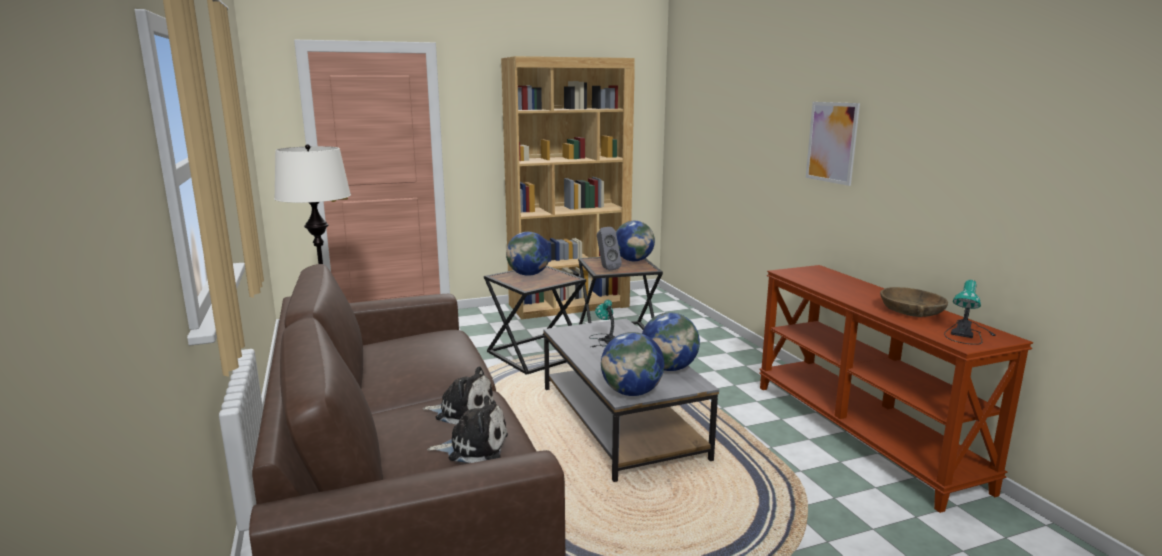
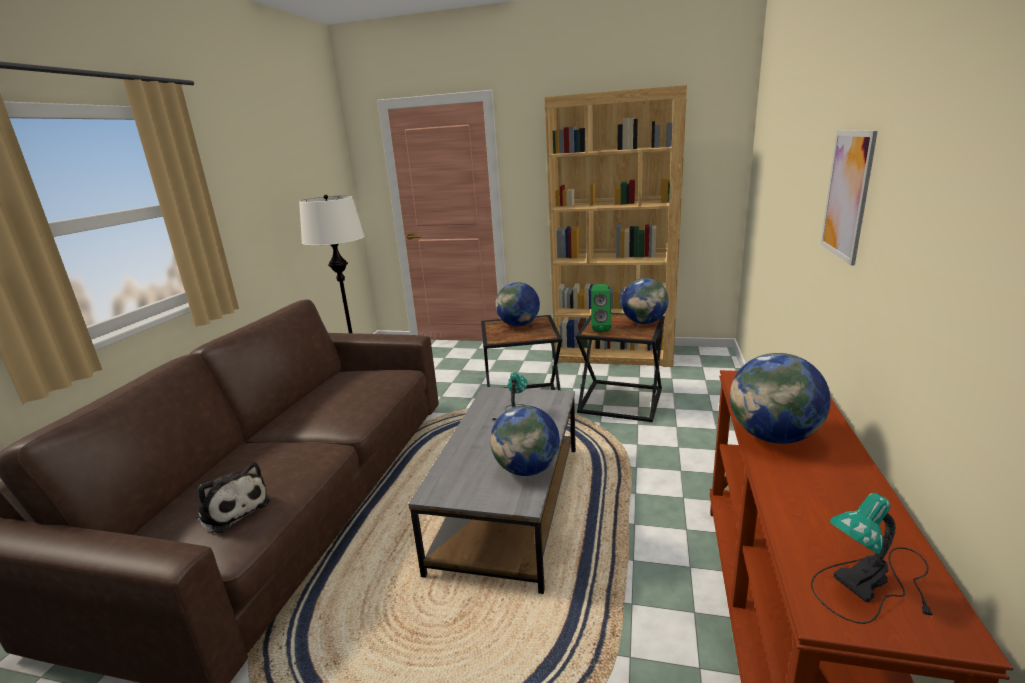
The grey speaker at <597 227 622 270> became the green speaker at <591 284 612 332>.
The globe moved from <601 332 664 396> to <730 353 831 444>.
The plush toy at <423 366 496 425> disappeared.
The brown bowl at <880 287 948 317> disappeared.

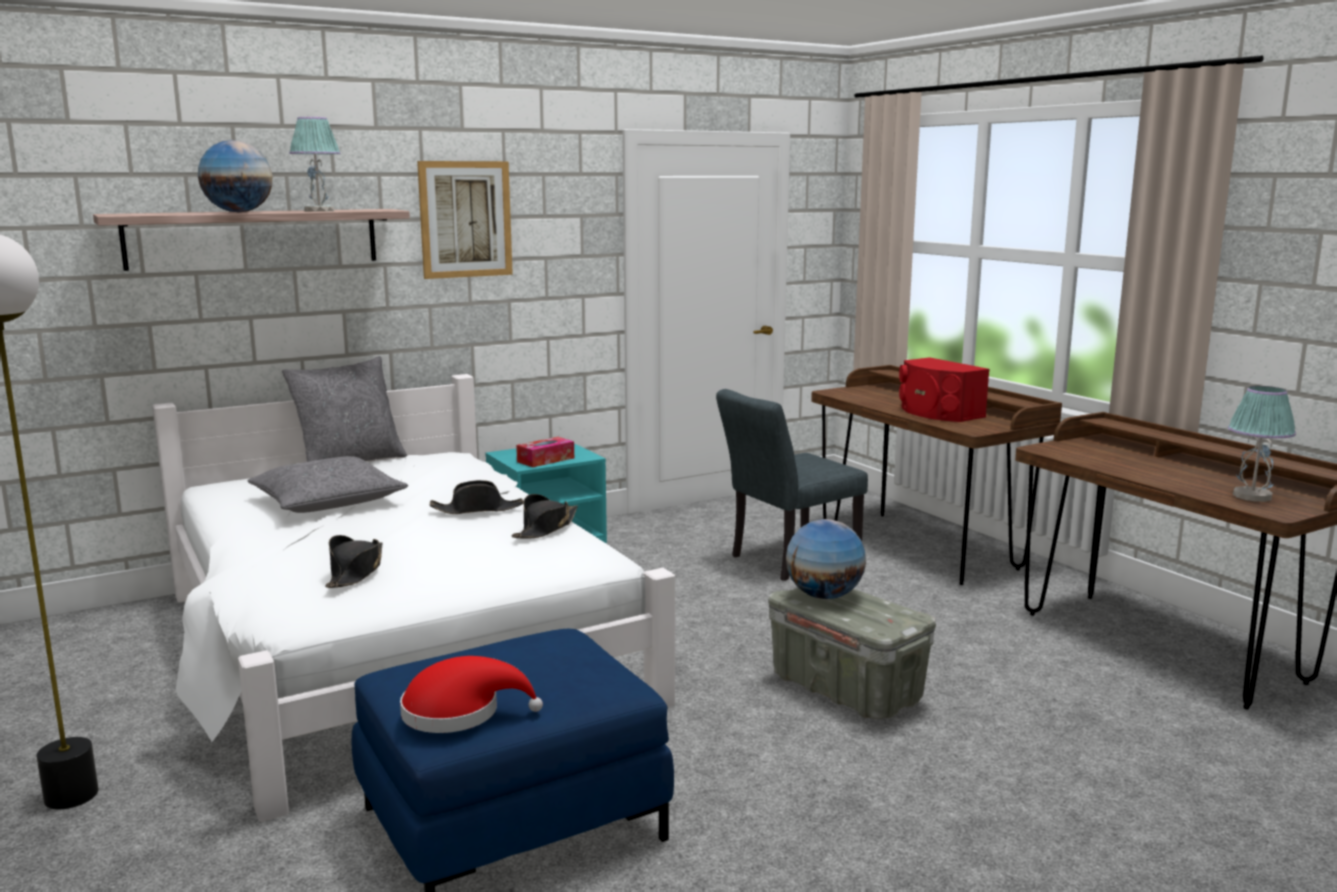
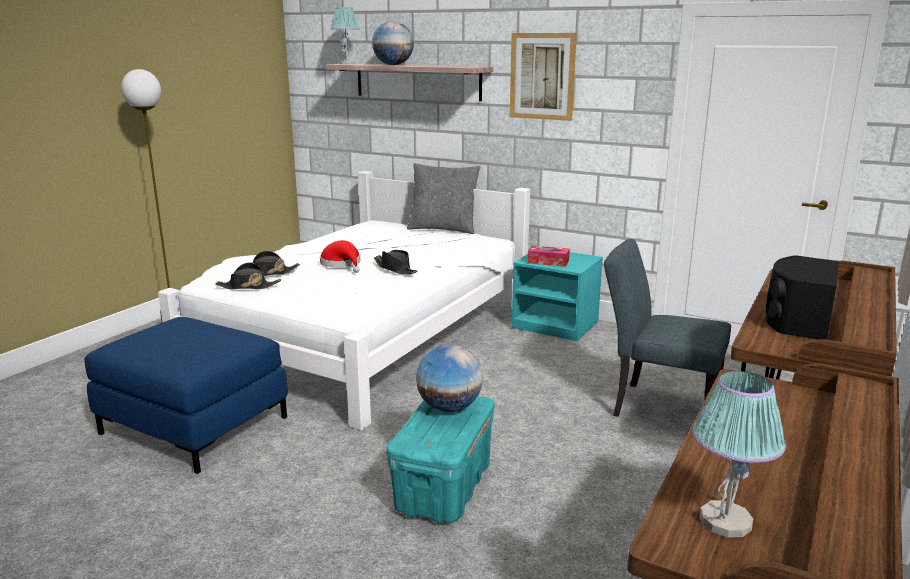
The black hat moved from <511 494 578 539> to <215 262 281 289>.
The red hat moved from <400 656 543 733> to <320 240 360 273>.
The table lamp moved from <289 117 341 212> to <331 7 360 64>.
The grey storage box at <768 587 936 719> became the turquoise storage box at <386 397 495 523>.
The red speaker at <899 357 990 422> became the black speaker at <766 255 839 340>.
The grey pillow at <247 456 408 513> disappeared.

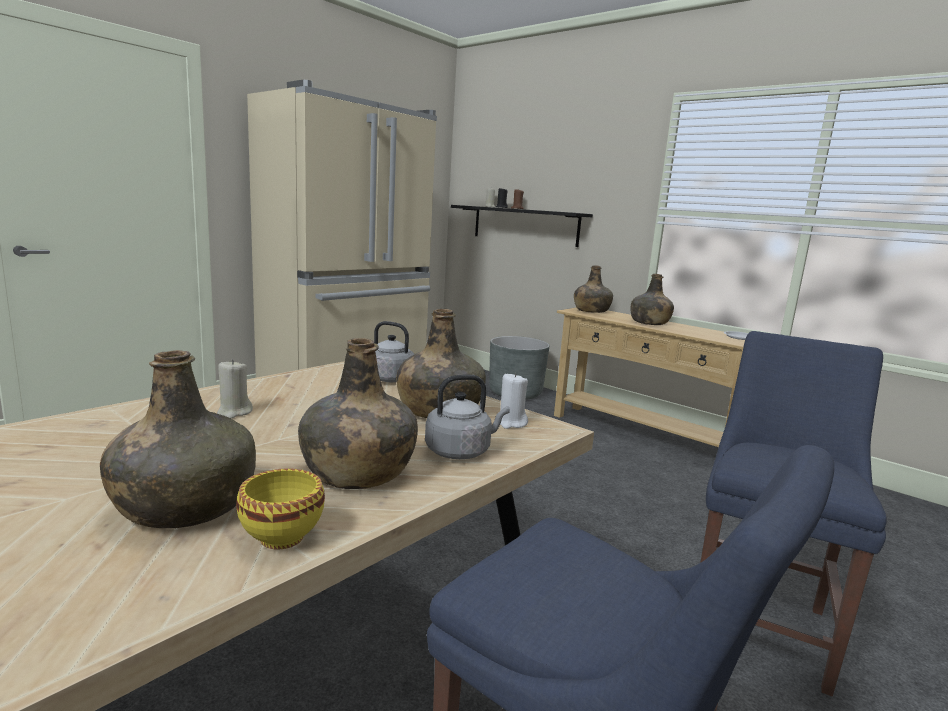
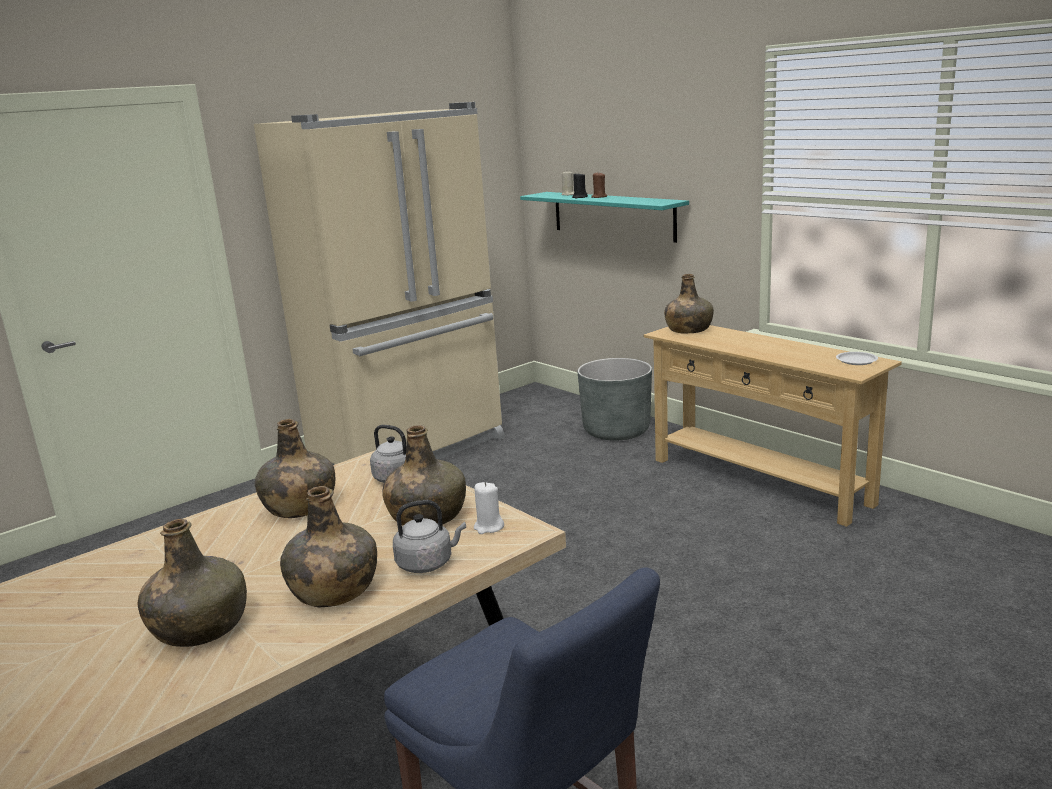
The green bottle moved from <630 274 674 325> to <255 419 335 518>.
The black shelf at <451 205 593 247> became the turquoise shelf at <520 192 689 243>.
The beige candle at <217 359 253 418> disappeared.
The yellow bowl at <236 468 325 550> disappeared.
The blue chair at <700 331 887 696> disappeared.

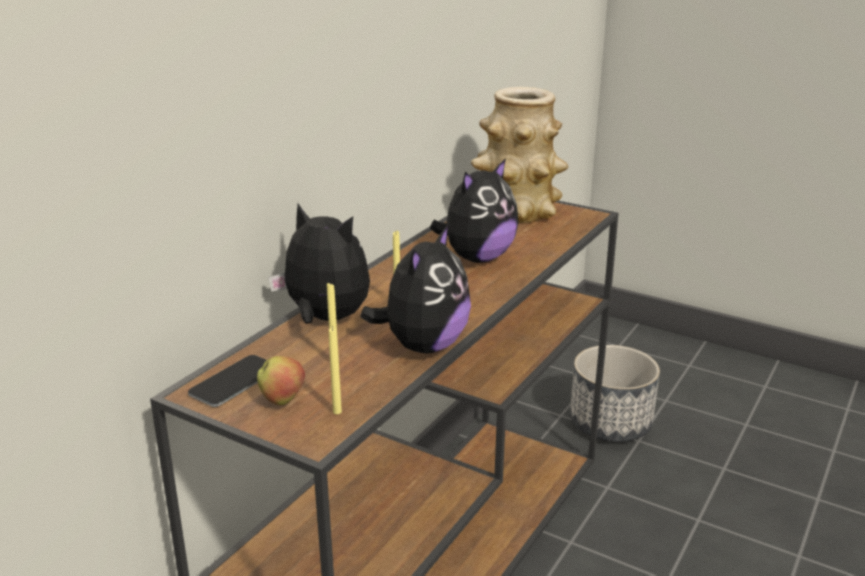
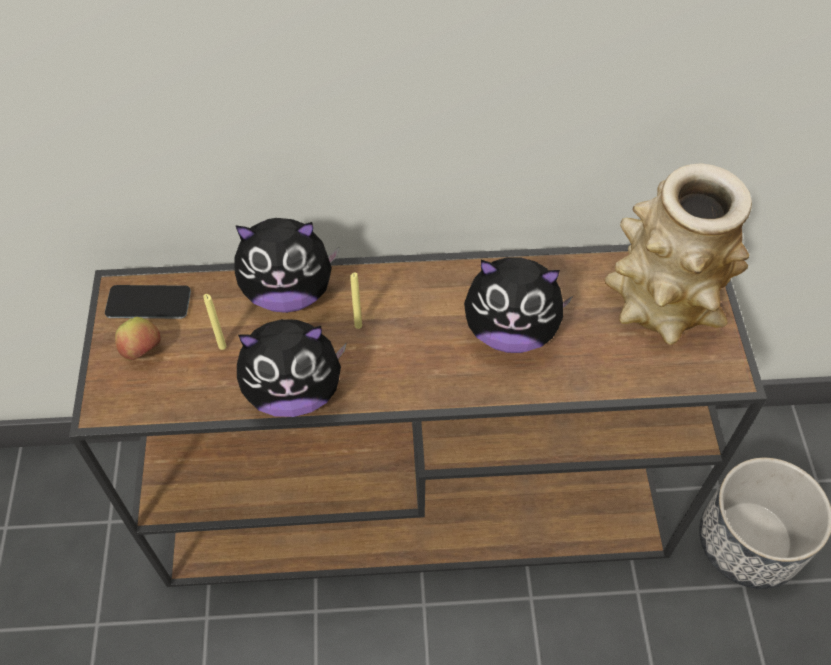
The plush toy at <268 204 370 324> turned 90 degrees clockwise.
The yellow candle at <329 326 342 414> disappeared.

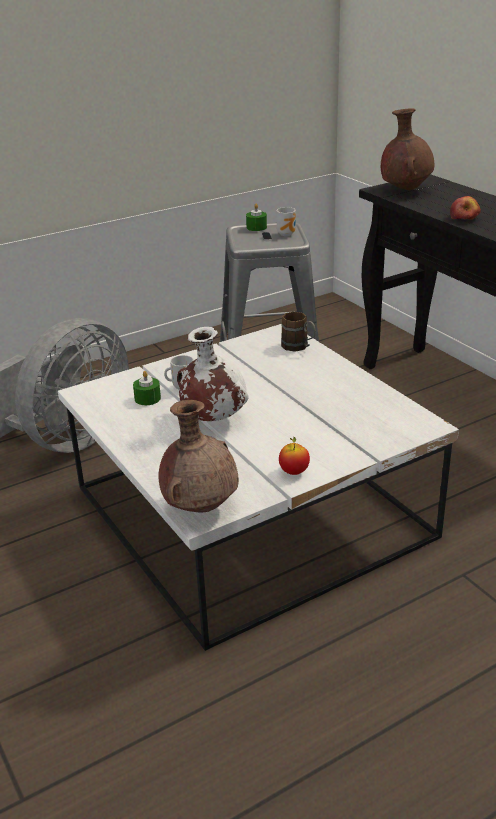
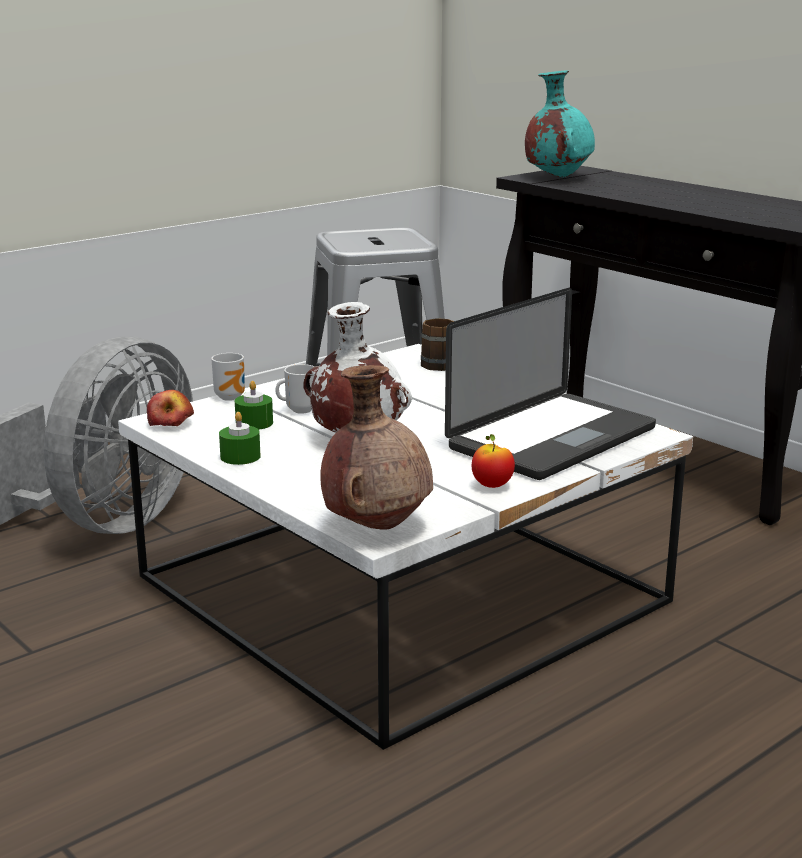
The apple moved from <450 196 481 220> to <147 390 194 426>.
The mug moved from <276 207 296 236> to <211 353 245 401>.
The green candle moved from <246 203 267 231> to <219 412 261 465>.
The laptop at <445 288 656 480> appeared.
The brown vase at <381 109 434 190> became the turquoise vase at <525 71 595 177>.

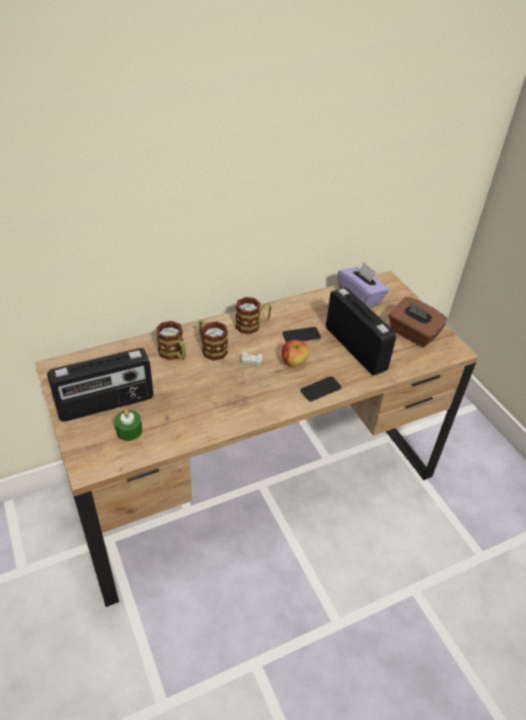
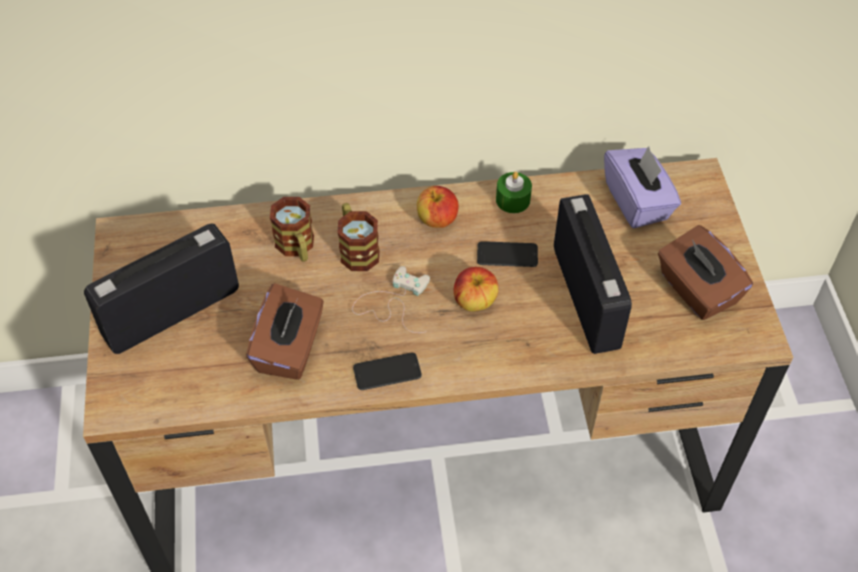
The radio at <47 348 154 422> turned 150 degrees clockwise.
The brown tissue box at <246 283 324 380> appeared.
The phone moved from <300 376 342 402> to <353 353 422 390>.
The mug at <235 297 272 334> was replaced by the apple at <417 186 459 228>.
The green candle moved from <114 410 142 441> to <496 172 532 213>.

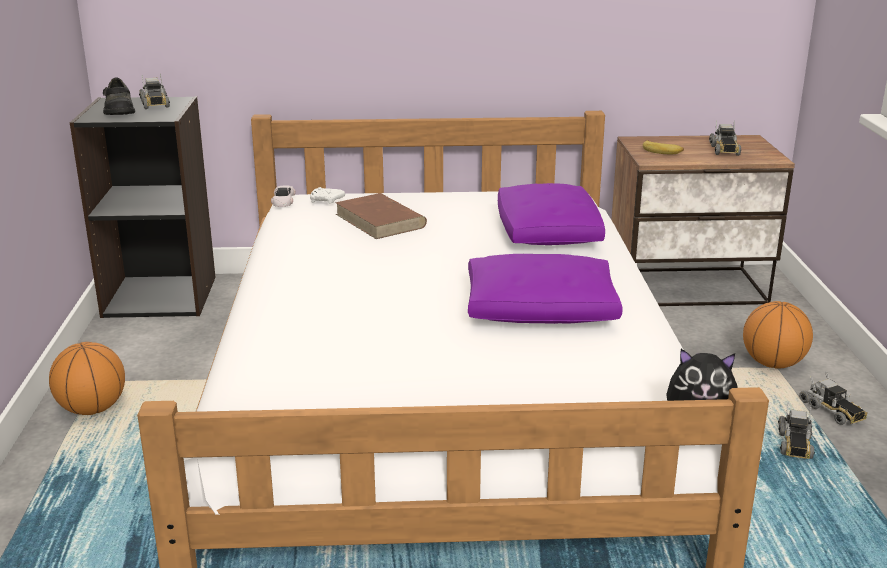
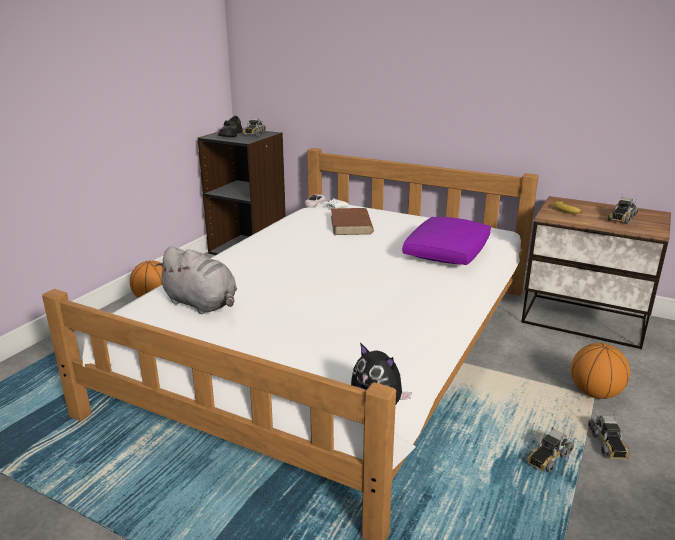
The grey plush toy at <155 246 237 314> appeared.
The purple pillow at <468 254 623 324> disappeared.

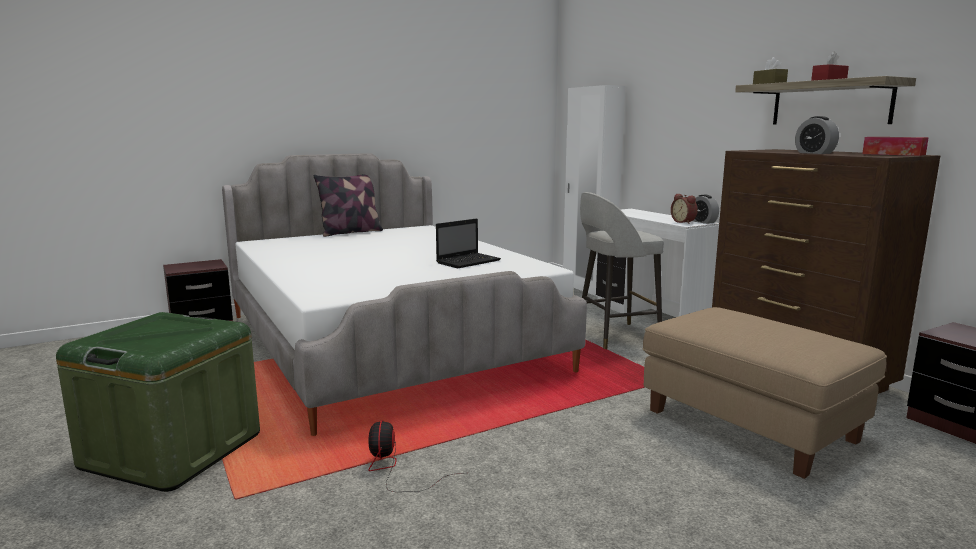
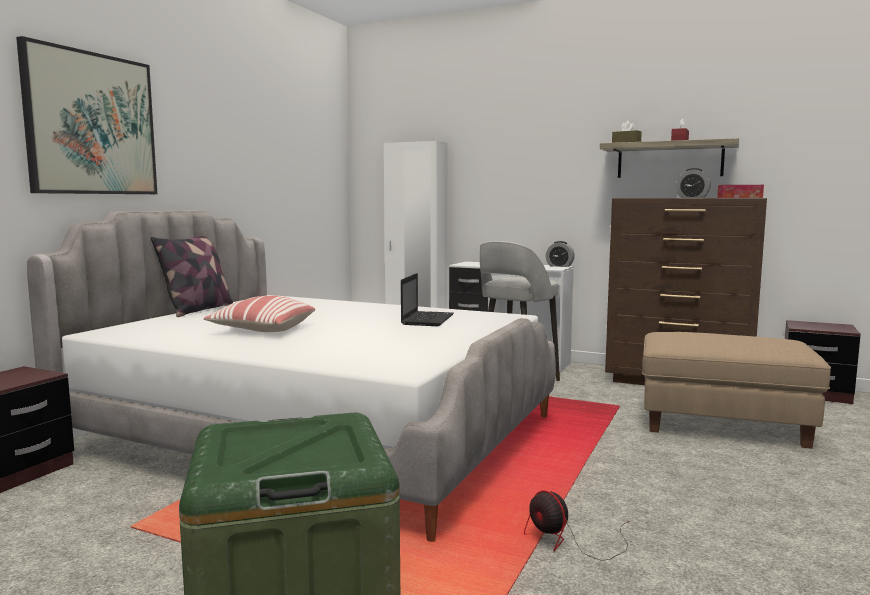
The picture at <16 36 157 194> appeared.
The pillow at <203 296 315 332> appeared.
The alarm clock at <671 194 698 224> disappeared.

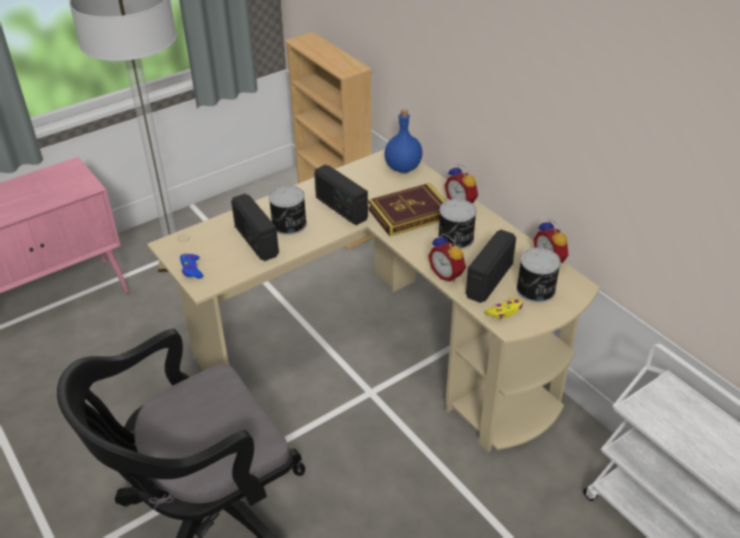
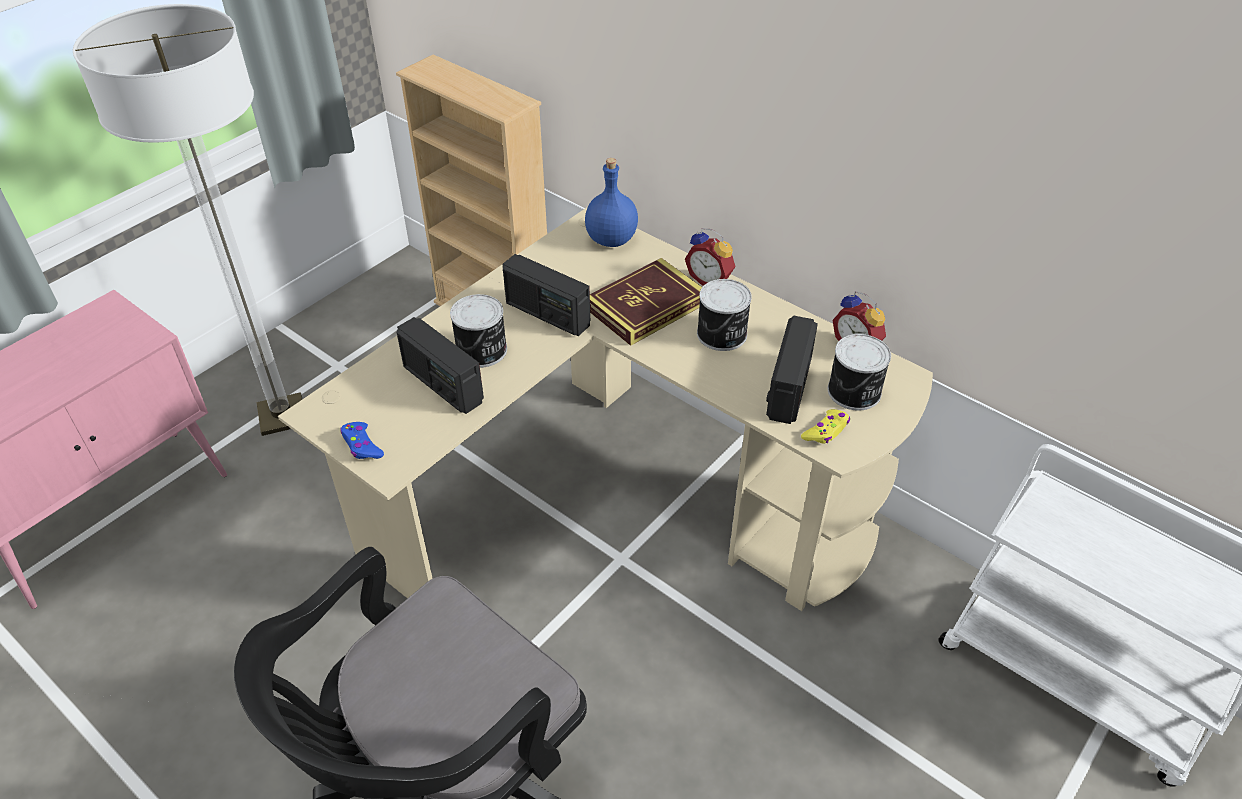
The alarm clock at <428 234 466 282> disappeared.

